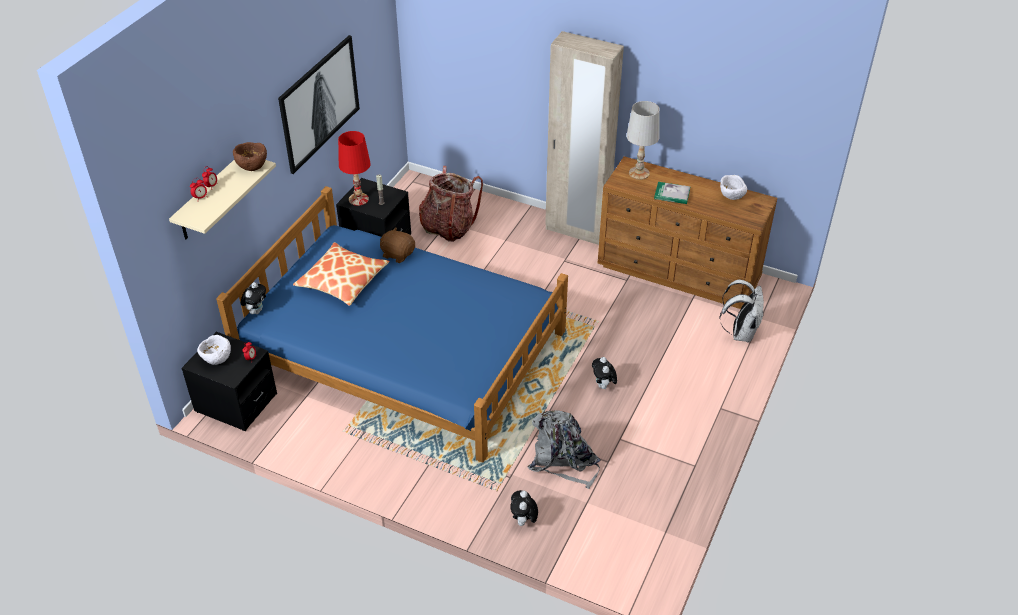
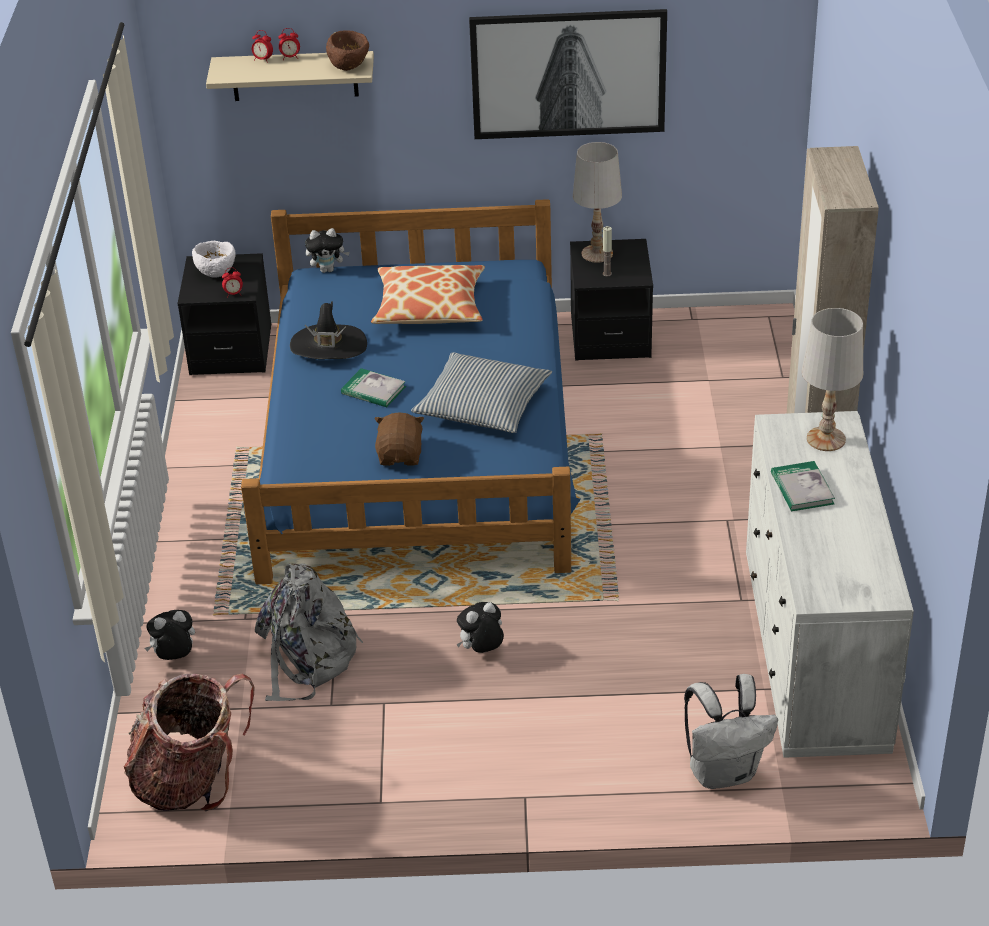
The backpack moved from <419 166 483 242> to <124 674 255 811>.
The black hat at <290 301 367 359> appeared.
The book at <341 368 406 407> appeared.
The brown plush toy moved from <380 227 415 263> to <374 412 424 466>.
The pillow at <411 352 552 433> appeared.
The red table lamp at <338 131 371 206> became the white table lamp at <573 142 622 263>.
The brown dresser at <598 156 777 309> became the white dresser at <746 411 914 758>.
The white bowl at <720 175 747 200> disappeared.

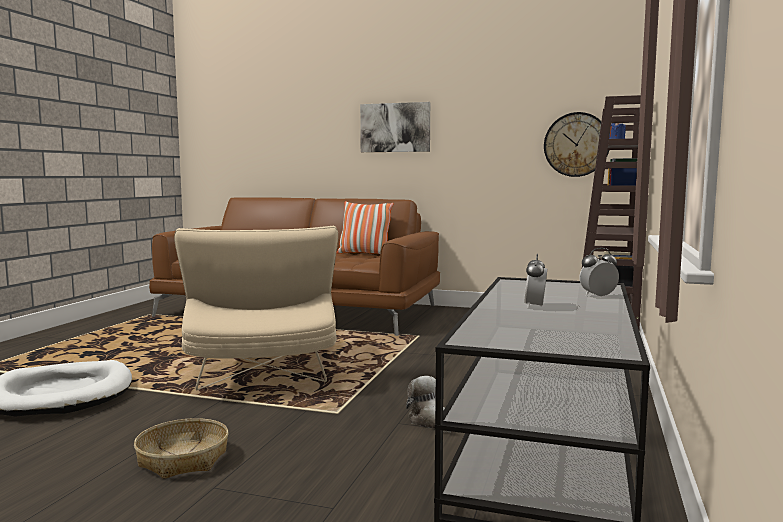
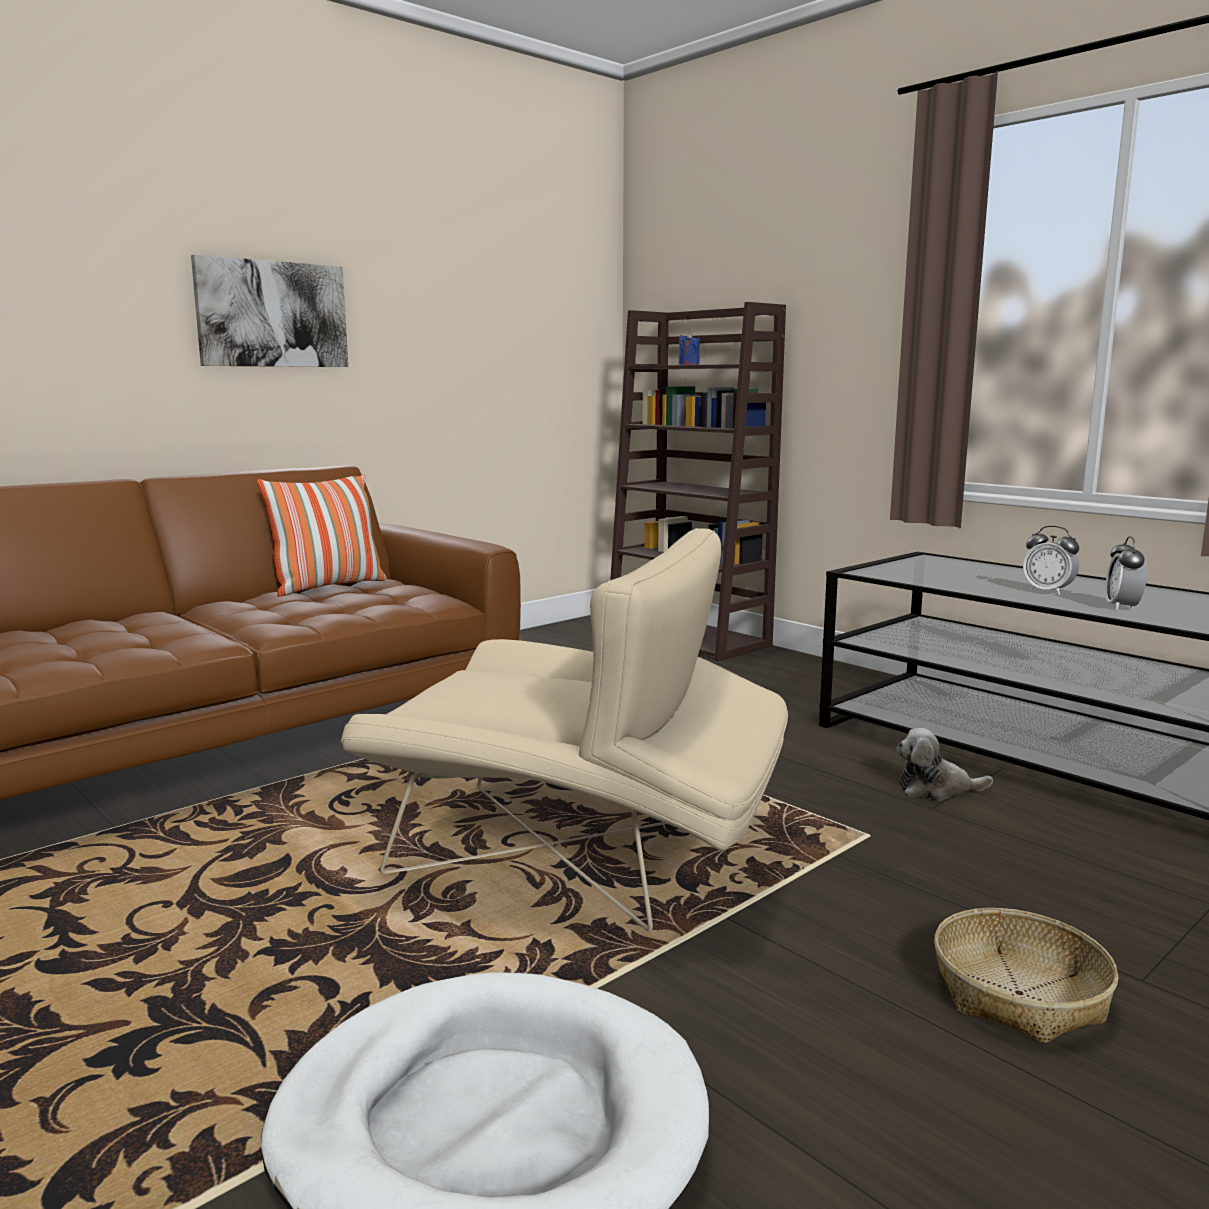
The alarm clock moved from <580 248 619 297> to <1105 536 1147 610>.
The wall clock at <544 112 609 177> disappeared.

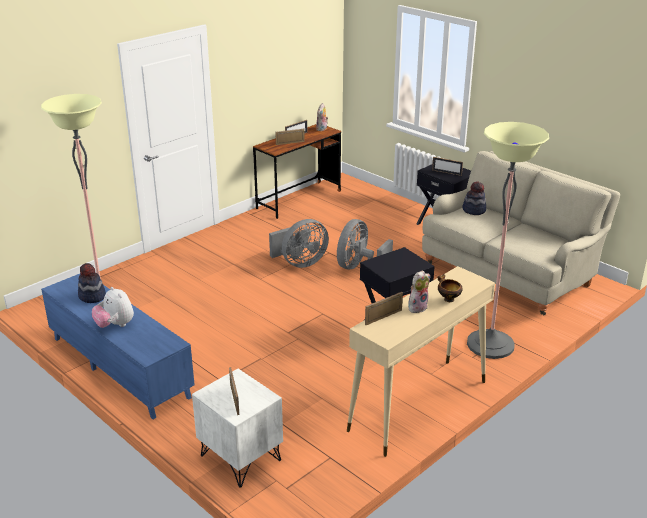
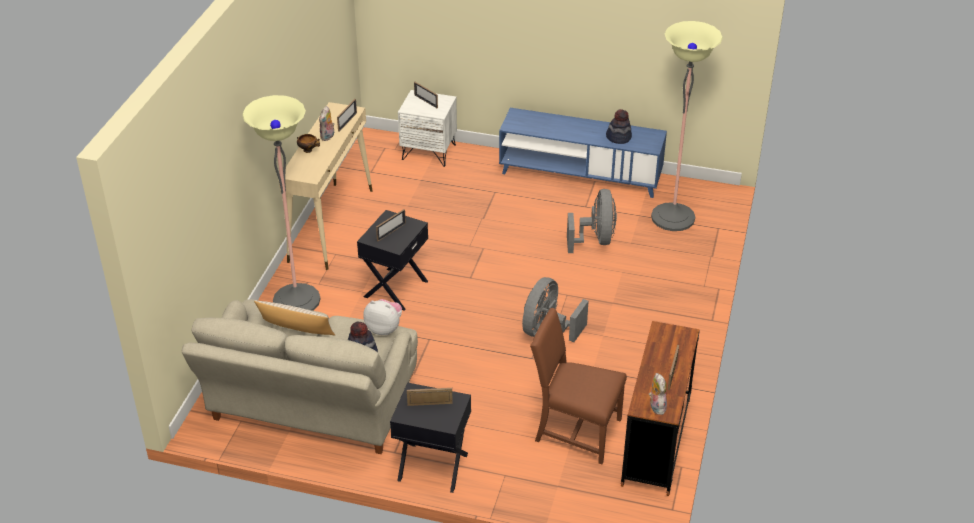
The beige pillow at <254 300 335 335> appeared.
The plush toy moved from <92 287 134 328> to <363 299 402 335>.
The picture frame moved from <275 129 305 145> to <376 209 406 241>.
The brown chair at <530 308 627 464> appeared.
The grey fan moved from <337 219 393 270> to <567 189 617 253>.

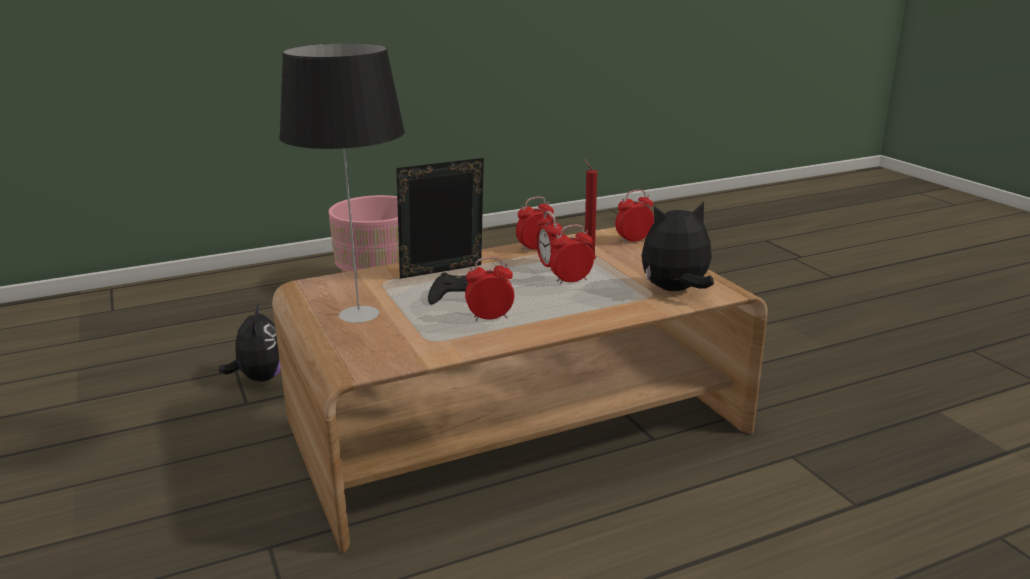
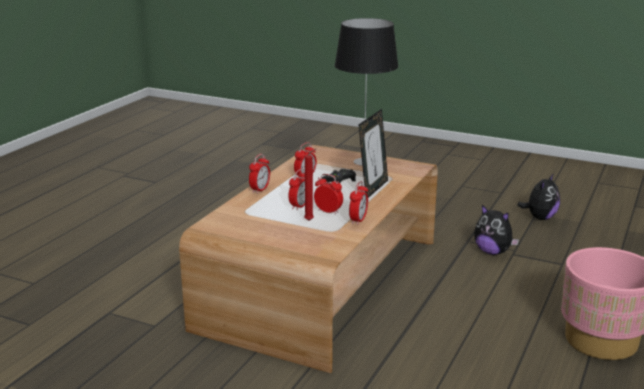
The alarm clock moved from <615 190 654 243> to <249 154 270 194>.
The plush toy moved from <641 202 714 291> to <517 173 560 220>.

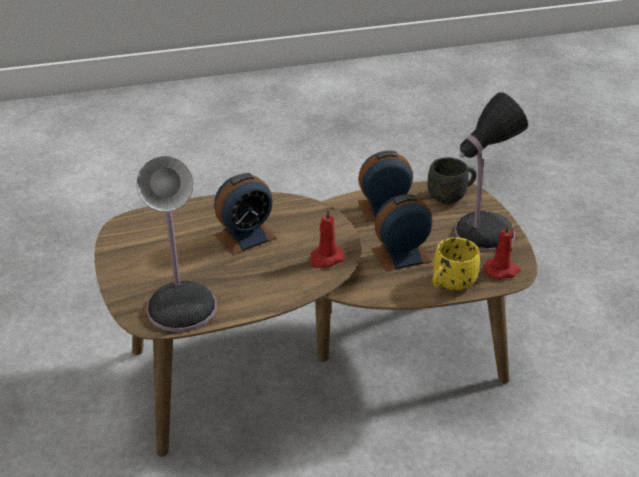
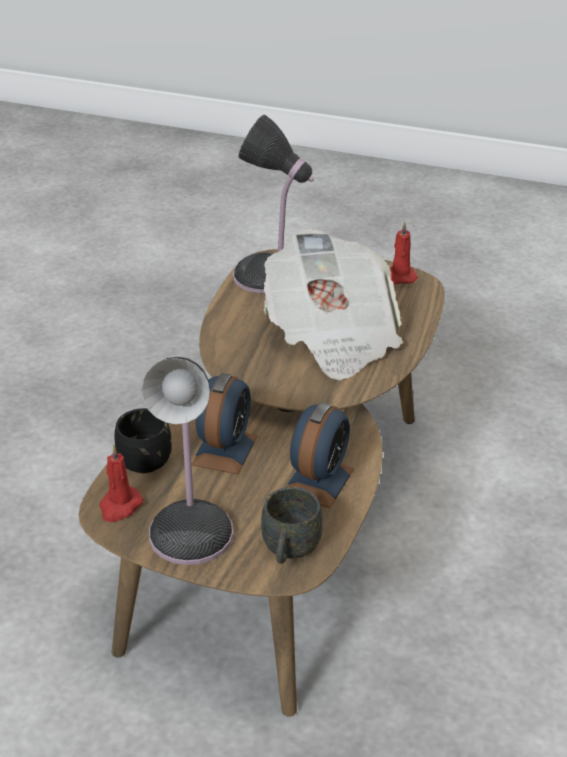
The yellow mug at <433 237 480 290> became the black mug at <115 408 171 473>.
The alarm clock at <214 173 277 255> was replaced by the newspaper at <264 229 403 380>.
The red candle moved from <310 207 345 268> to <390 221 418 284>.

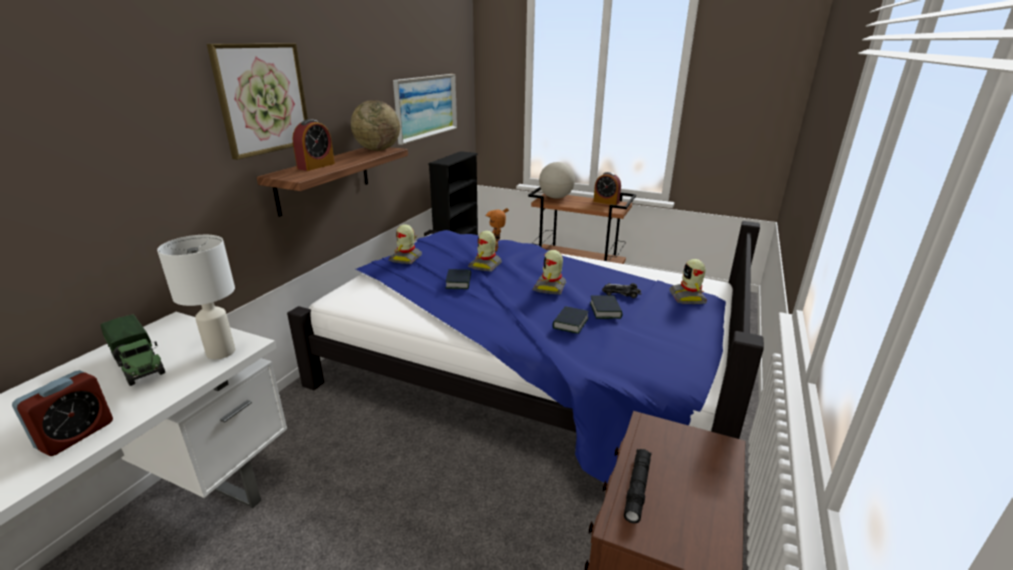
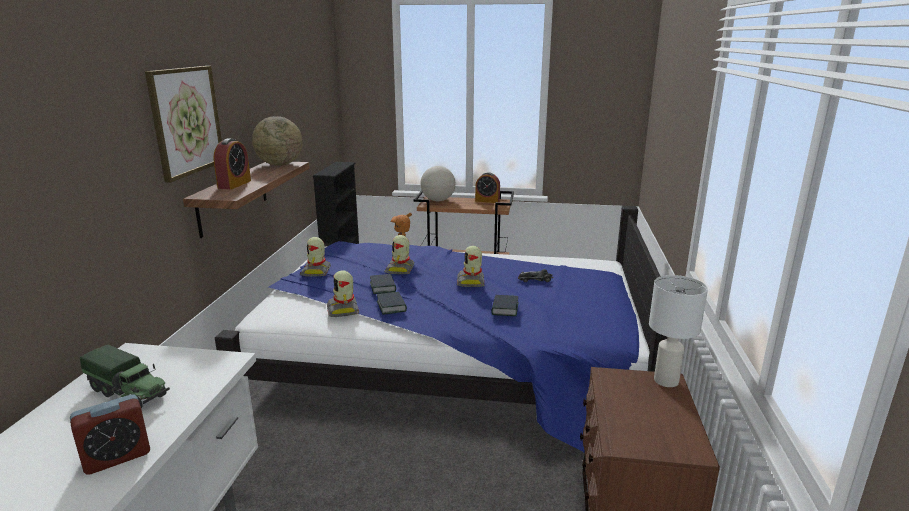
The alarm clock at <12 370 113 456> turned 45 degrees clockwise.
The toy robot moved from <669 259 707 304> to <327 270 359 317>.
The book moved from <590 295 623 319> to <377 292 407 315>.
The white table lamp moved from <157 235 235 360> to <649 275 708 387>.
The picture at <393 74 457 145> disappeared.
The black flashlight at <624 449 651 523> disappeared.

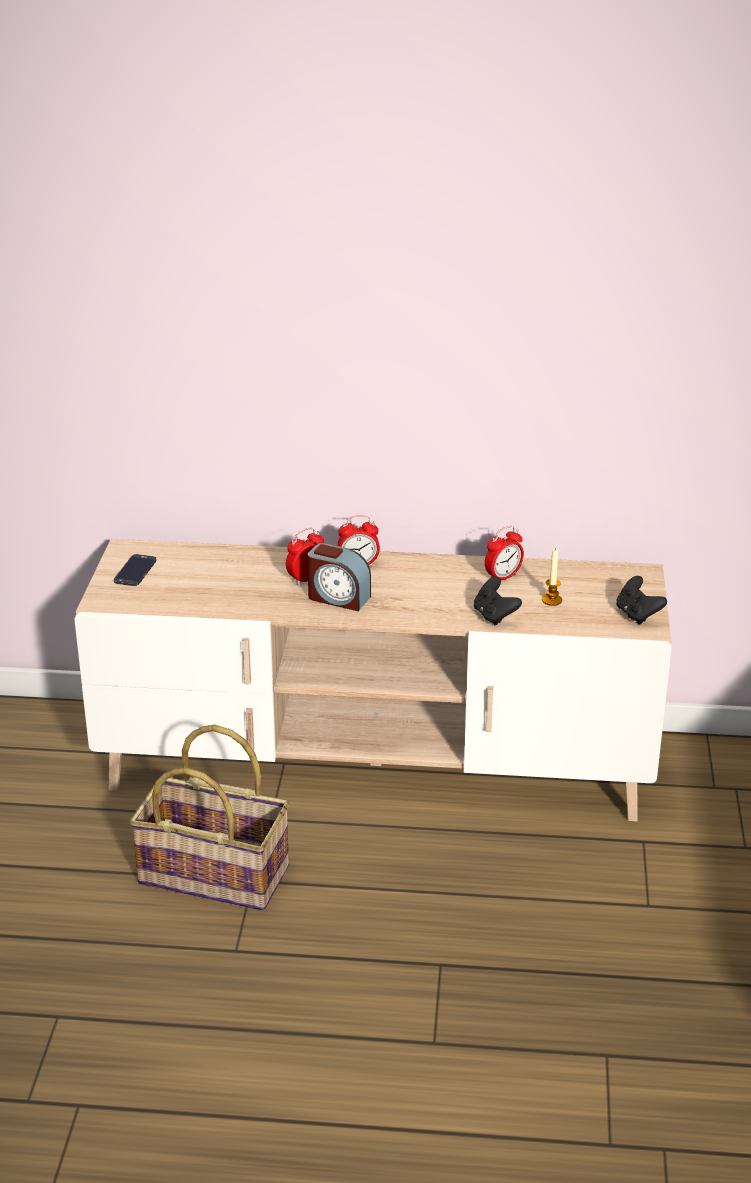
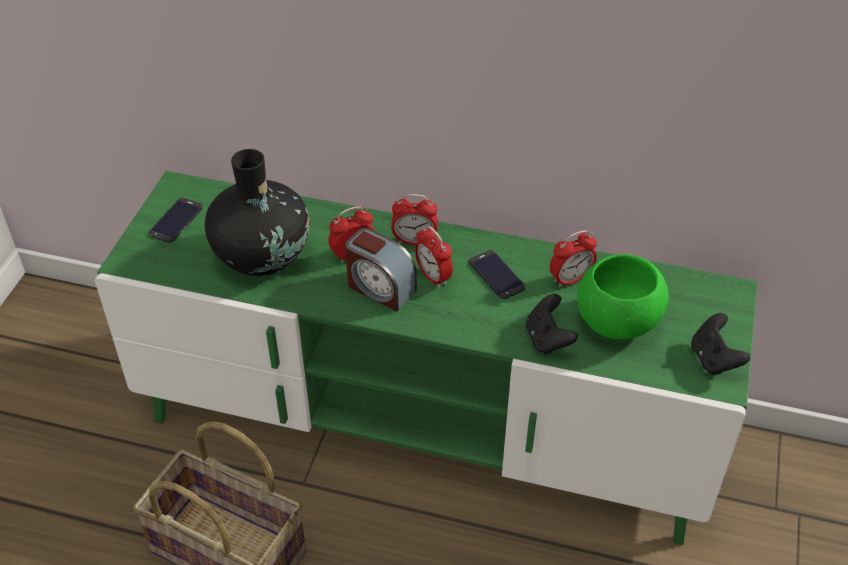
The beige tv stand at <75 539 671 822> became the green tv stand at <95 171 758 545>.
The black vase at <205 149 309 276> appeared.
The alarm clock at <415 226 453 288> appeared.
The phone at <469 250 525 299> appeared.
The candle at <542 548 562 606> was replaced by the green bowl at <577 254 669 340>.

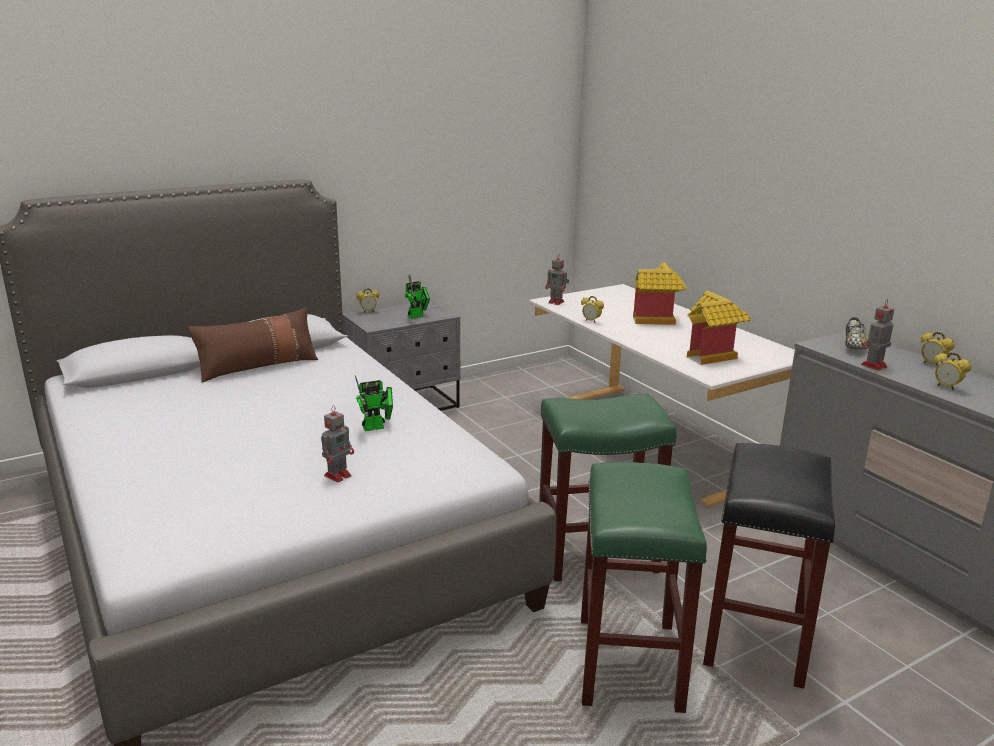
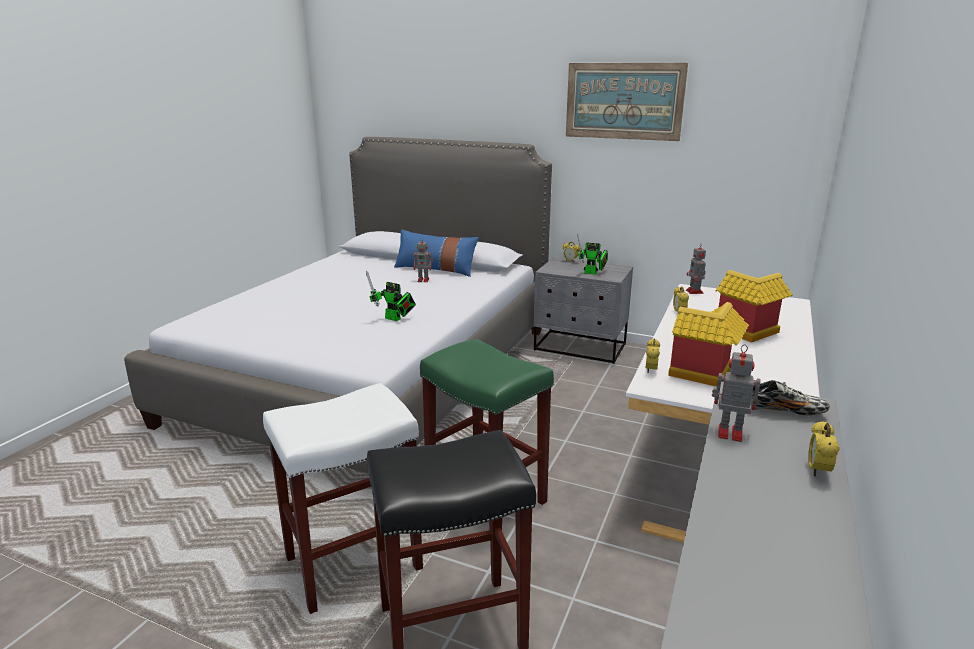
The green stool at <581 462 707 713> became the white stool at <263 383 423 614>.
The brown pillow at <188 308 318 383> became the blue pillow at <394 229 479 277>.
The toy robot moved from <321 406 354 482> to <414 239 433 282>.
The picture at <566 63 688 141> appeared.
The alarm clock moved from <934 352 971 390> to <646 339 660 373>.
The shoe at <845 317 867 349> turned 150 degrees counterclockwise.

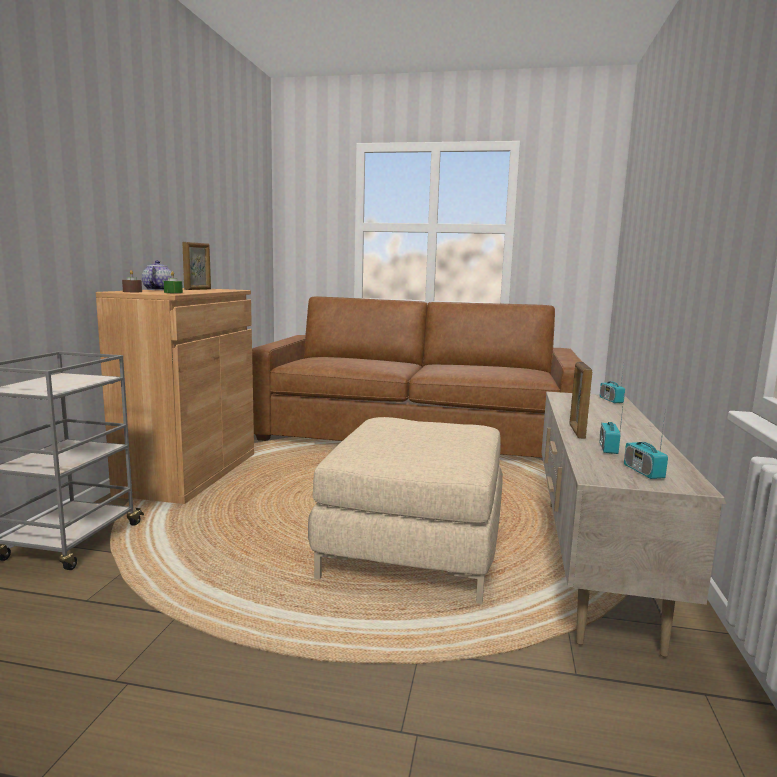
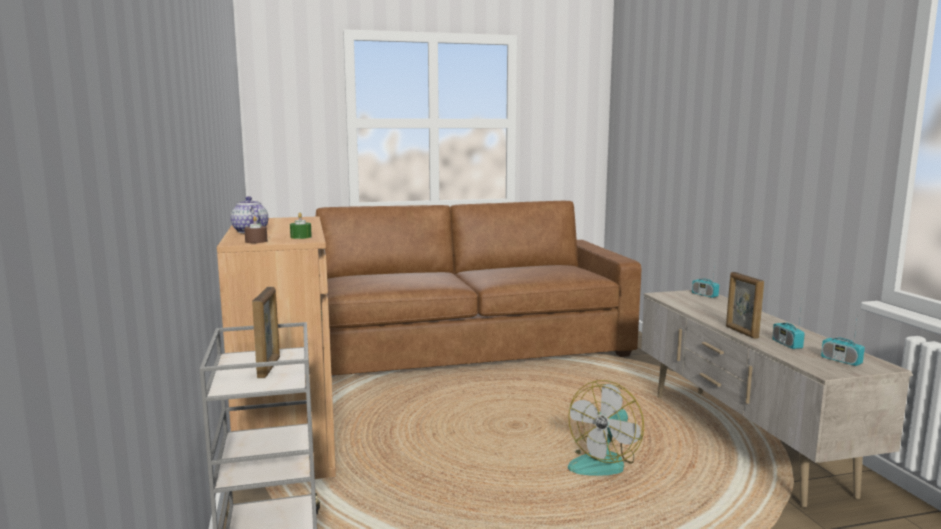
The picture frame moved from <182 242 211 290> to <252 287 280 378>.
The beige ottoman at <308 417 503 604> was replaced by the fan at <568 380 644 476>.

